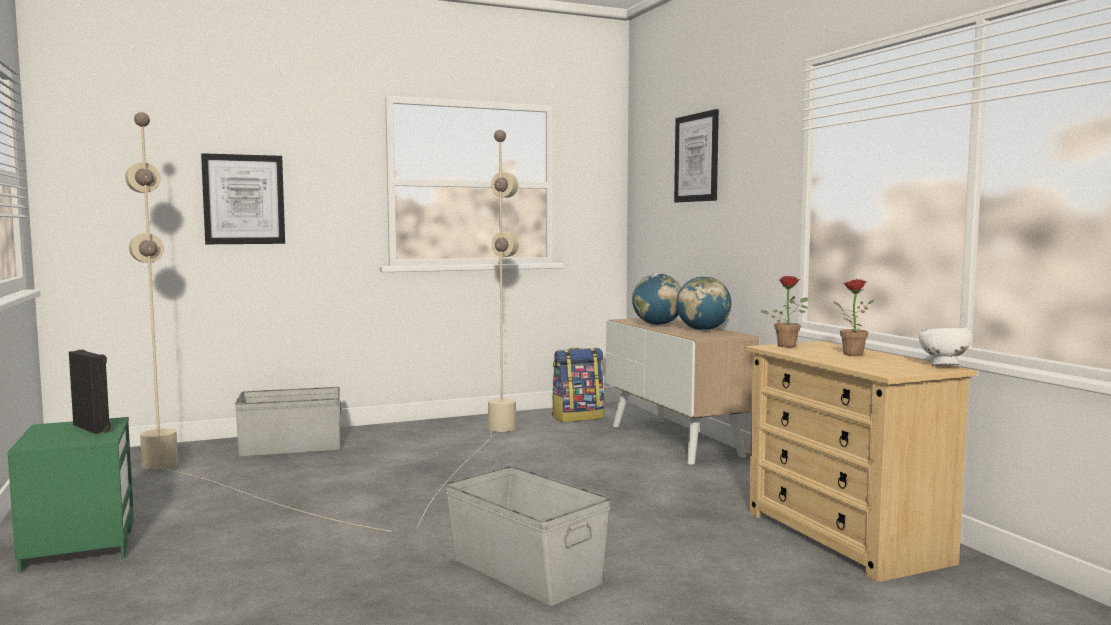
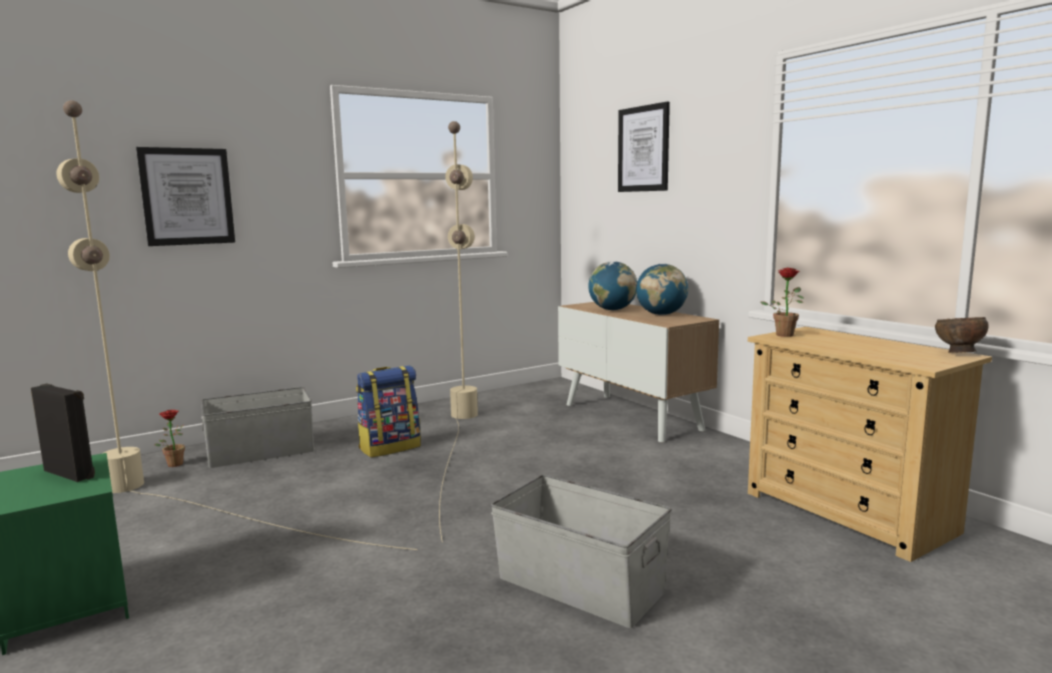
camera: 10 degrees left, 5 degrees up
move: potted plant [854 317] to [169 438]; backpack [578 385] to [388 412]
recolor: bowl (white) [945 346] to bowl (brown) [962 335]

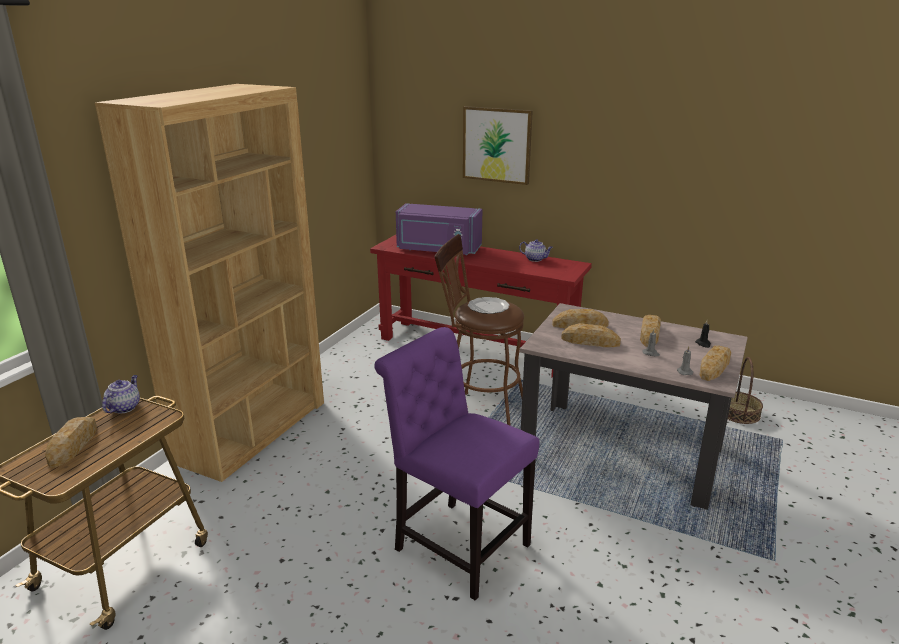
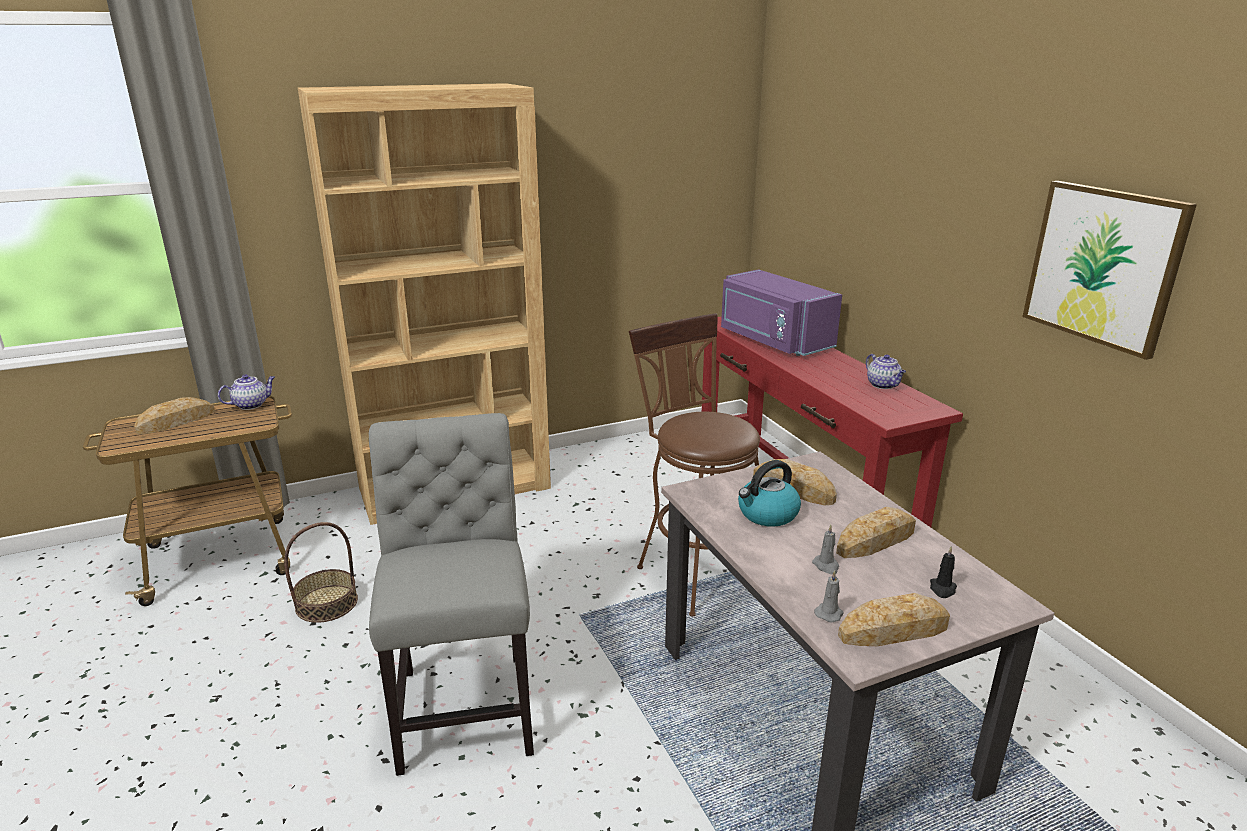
camera: 40 degrees right, 0 degrees up
delete: plate [488 305]
move: picture [498 145] to [1109 270]; basket [745 390] to [321 572]
replace: bread [591 335] to kettle [769 493]
recolor: chair (purple) [457 463] to chair (grey) [451 594]

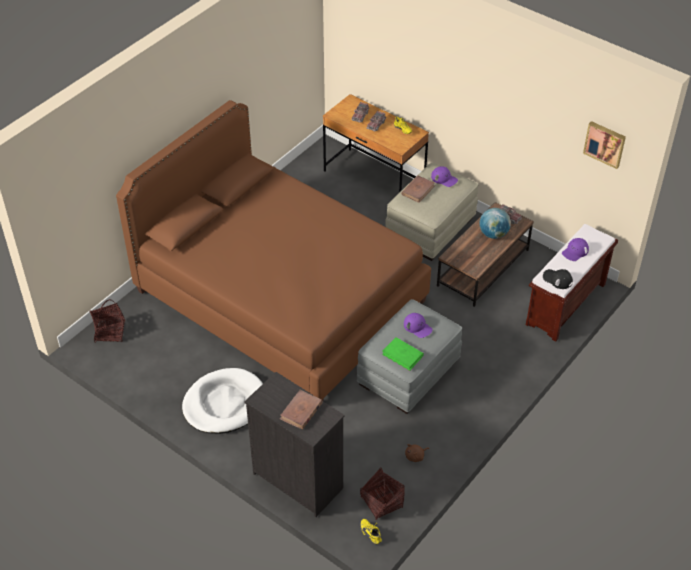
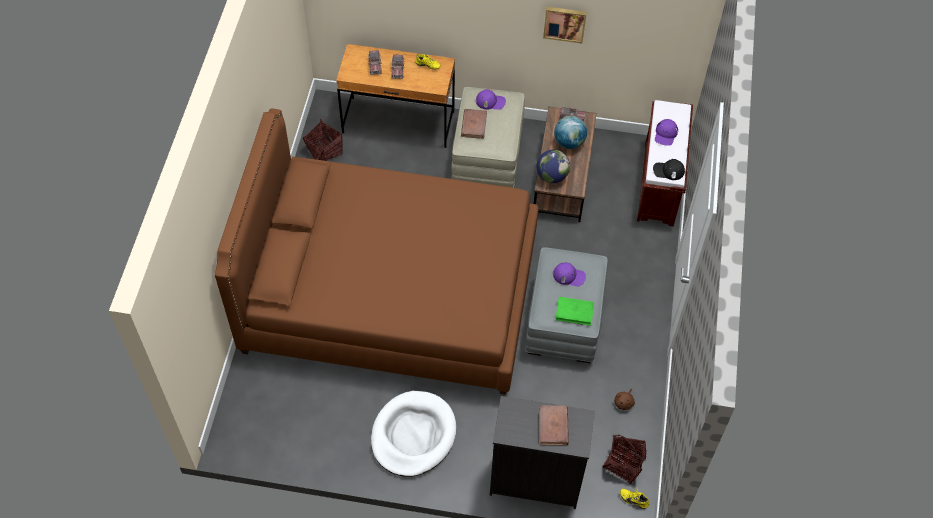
camera: 30 degrees left, 10 degrees up
insert: globe [553 166]
move: picture [604 145] to [565 25]; basket [108 320] to [323 139]

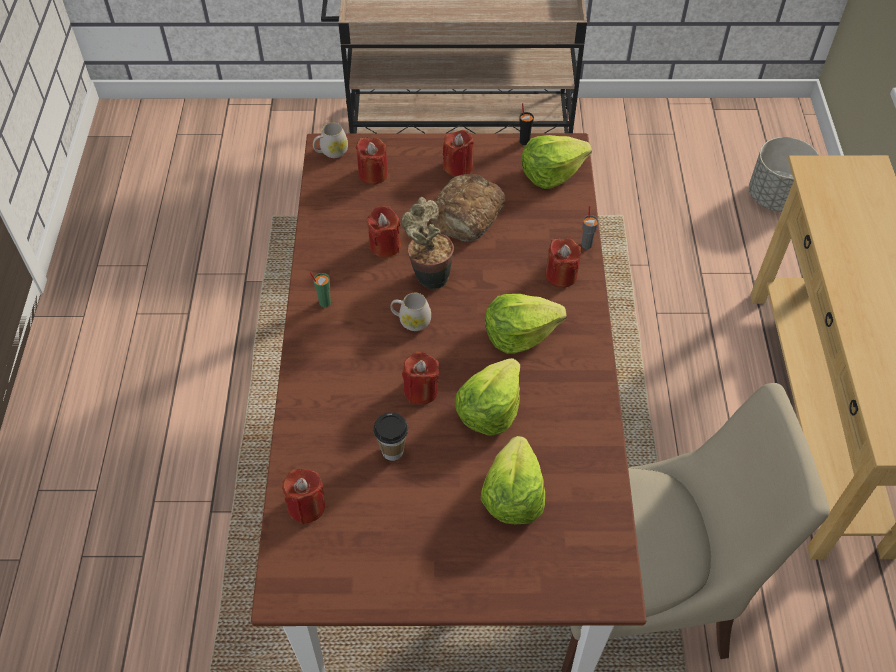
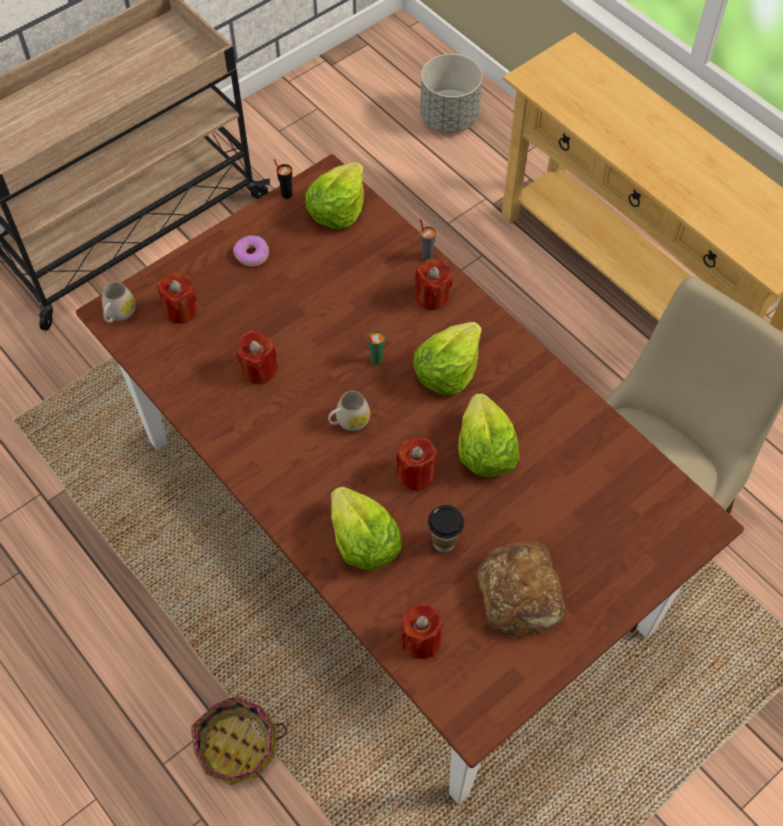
camera: 40 degrees left, 5 degrees up
delete: potted plant [427 243]
insert: basket [239 740]
move: bread [468 208] to [521 589]; cup (green) [320 289] to [376 347]; lettuce [513 480] to [366 528]
replace: candle (red) [458 153] to donut [251 250]

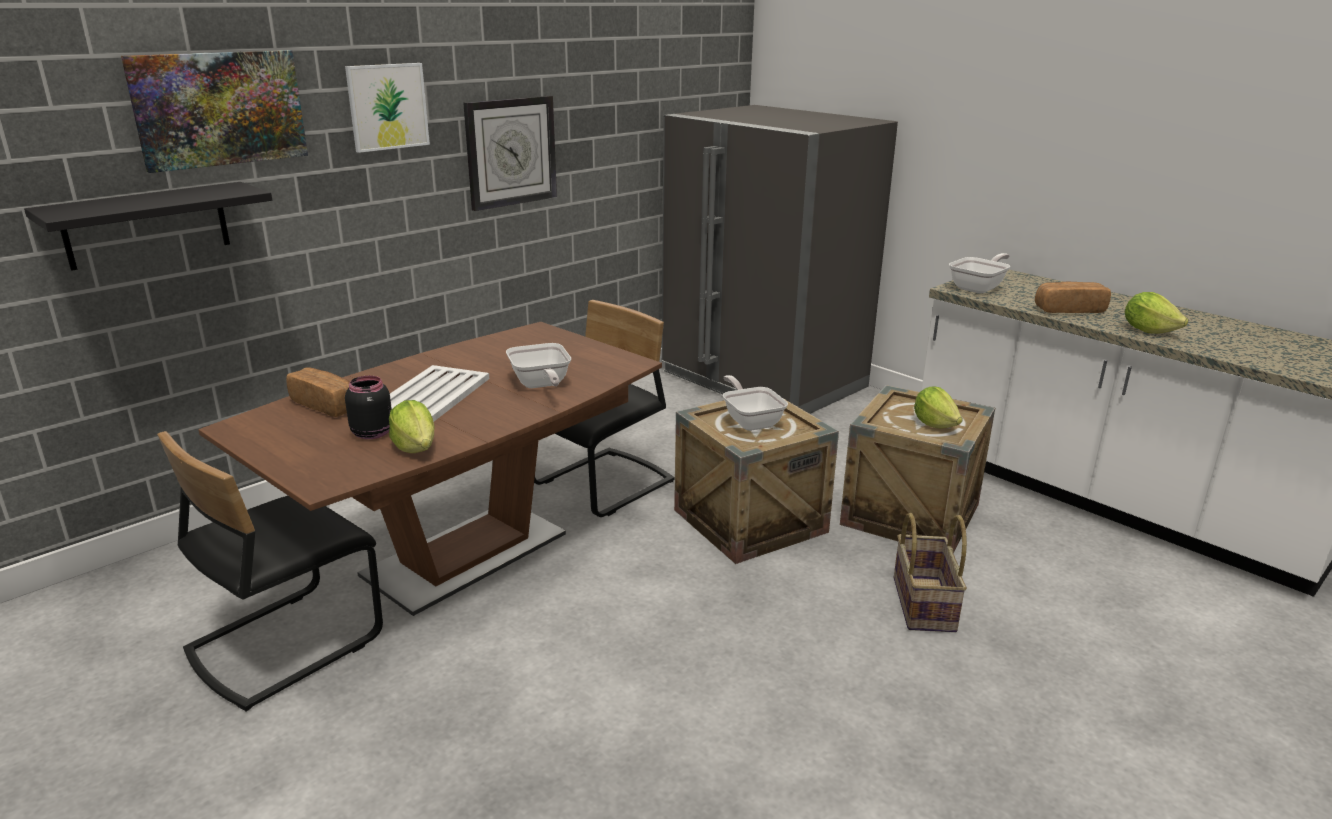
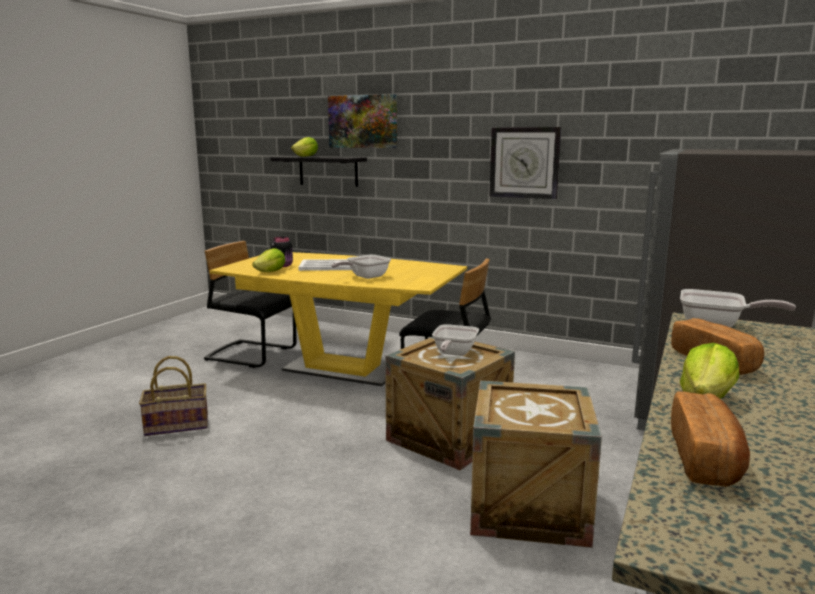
camera: 70 degrees right, 10 degrees down
delete: picture [387 108]
move: bread [318 392] to [710 439]; lettuce [938 407] to [304 147]; basket [930 572] to [173 396]
recolor: dining table (brown) [430 469] to dining table (yellow) [338 319]
rotate: frying pan [755 403] = [455 340] 150 degrees clockwise

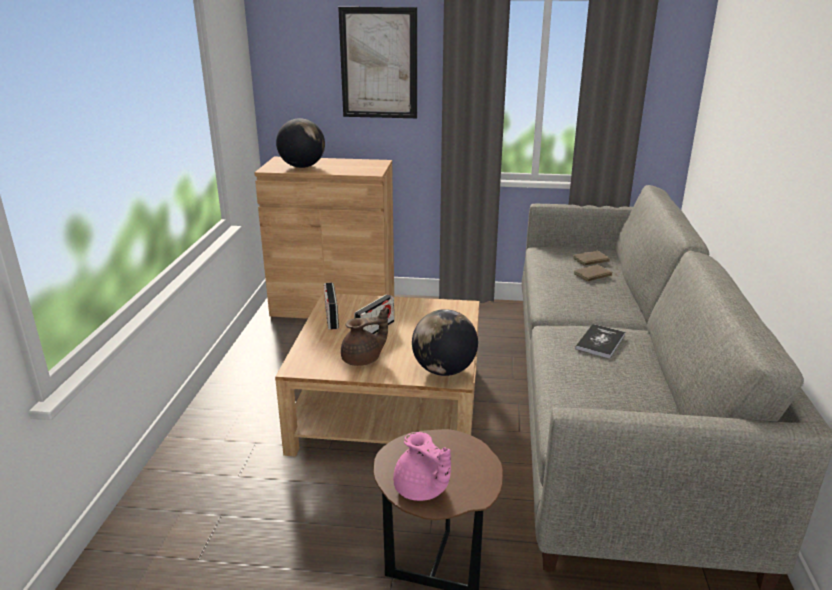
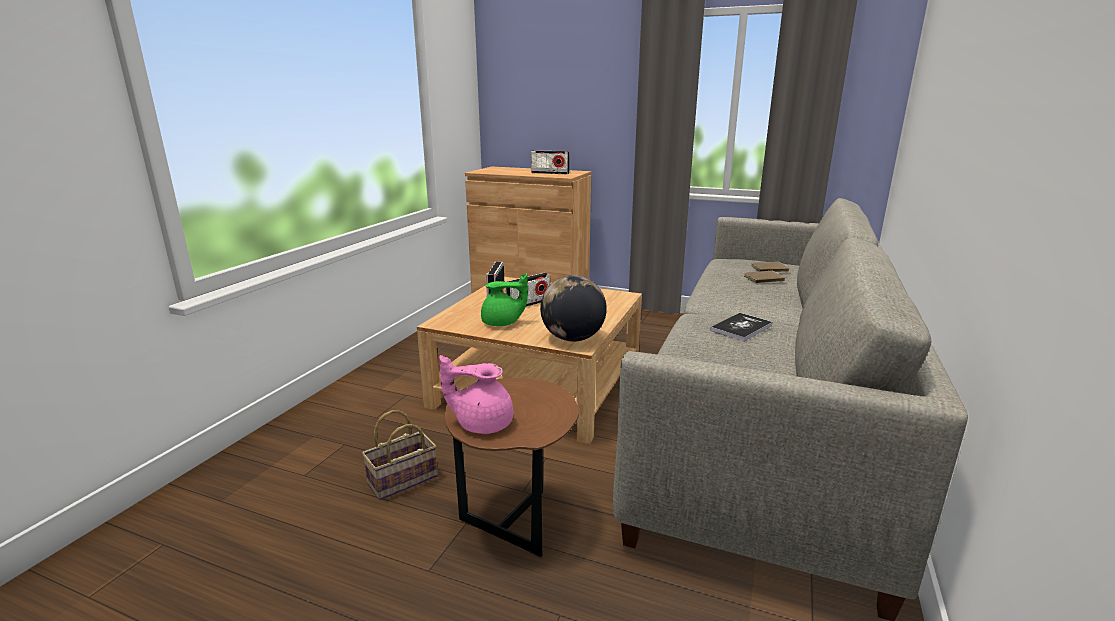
camera: 15 degrees right, 5 degrees down
delete: picture [377 62]; globe [300 143]
insert: radio [550 162]; basket [400 455]
recolor: teapot (brown) [364 337] to teapot (green) [504 299]
rotate: teapot (pink) [422 466] = [476 394] 120 degrees clockwise

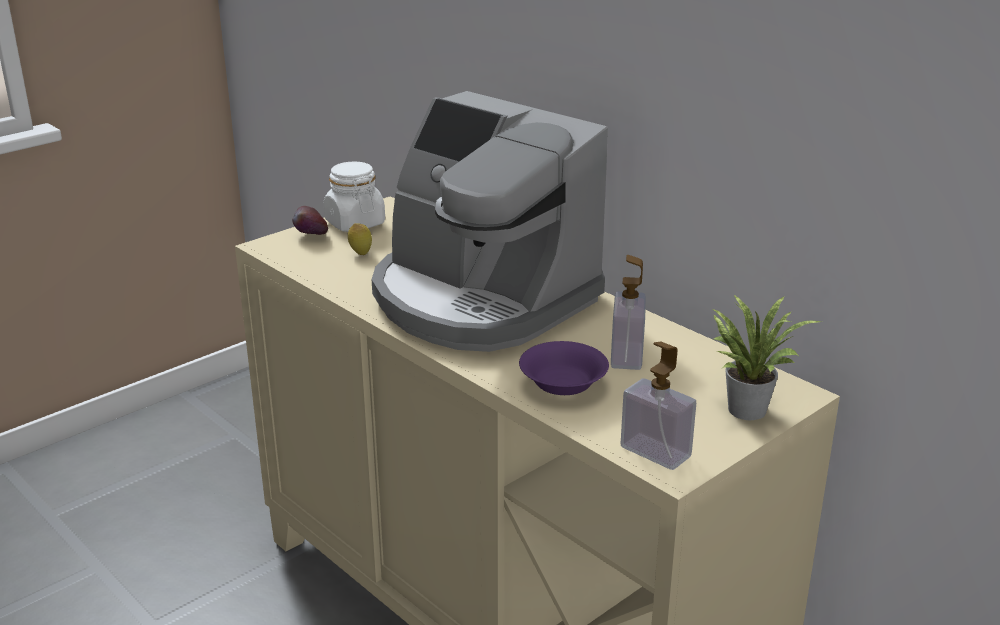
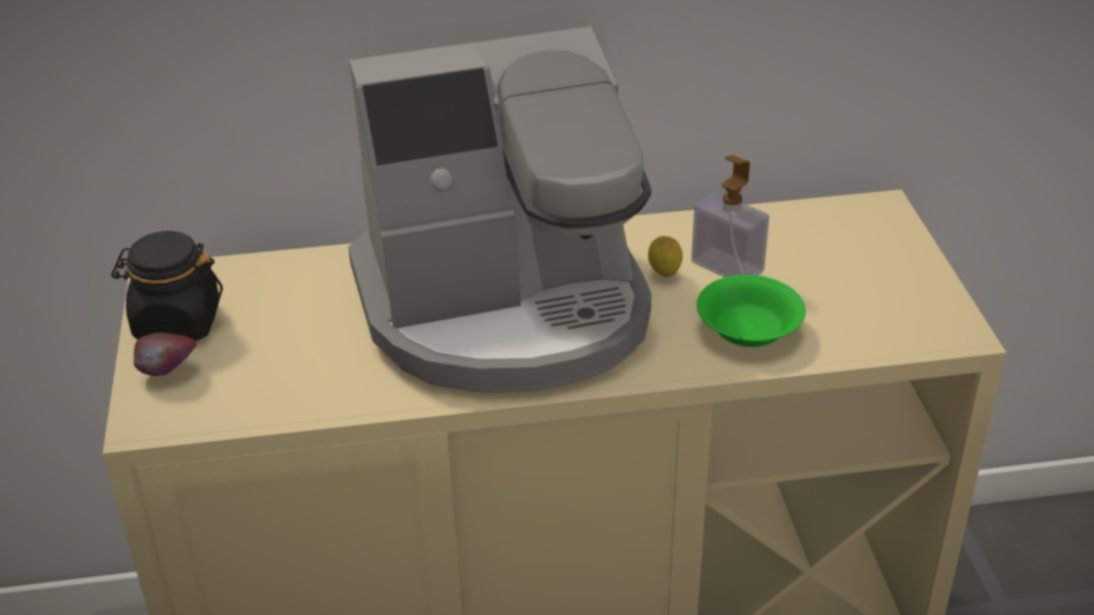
camera: 55 degrees left, 10 degrees up
delete: potted plant [767 357]; soap dispenser [658 405]
move: lemon [360 239] to [665 256]
recolor: jar (white) [354 196] to jar (black) [167 286]; bowl (purple) [564 368] to bowl (green) [751 311]

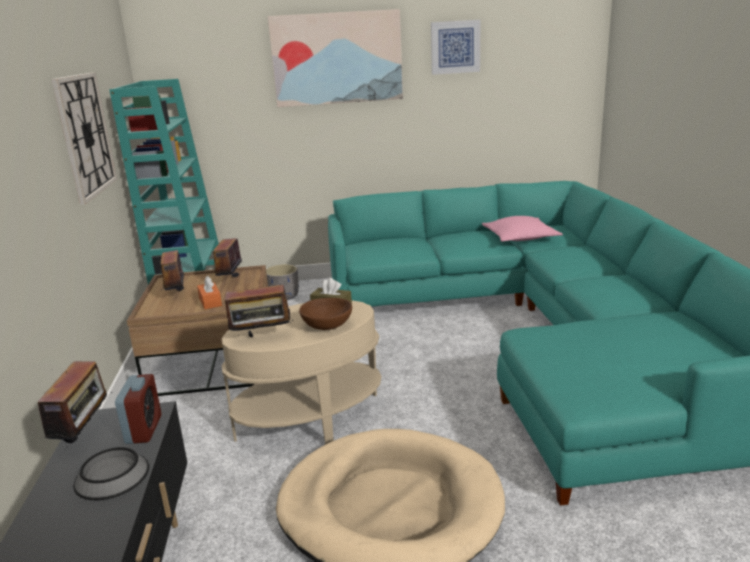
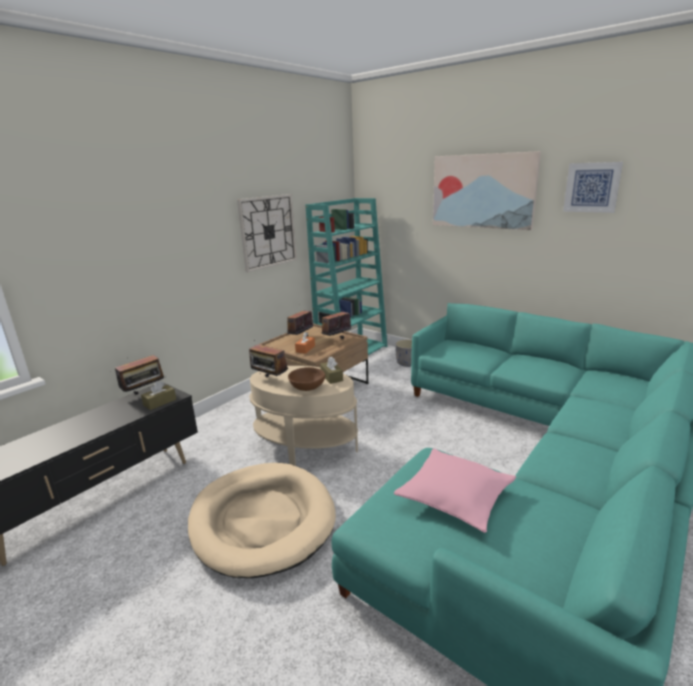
camera: 45 degrees right, 0 degrees up
delete: bowl [111 473]
move: pillow (pink) [522 229] to [455 490]
replace: alarm clock [138 409] to tissue box (brown) [158 395]

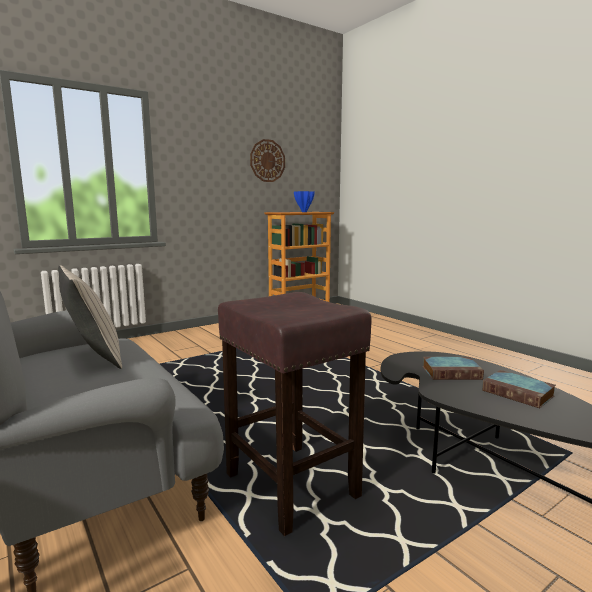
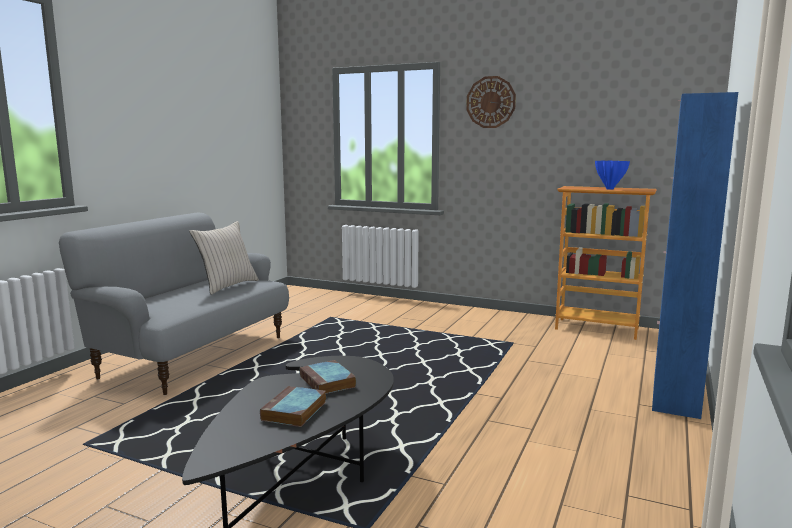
camera: 60 degrees right, 0 degrees up
delete: stool (brown) [295 414]
insert: cabinet (blue) [695 255]
move: wall clock [267 160] to [491 102]

